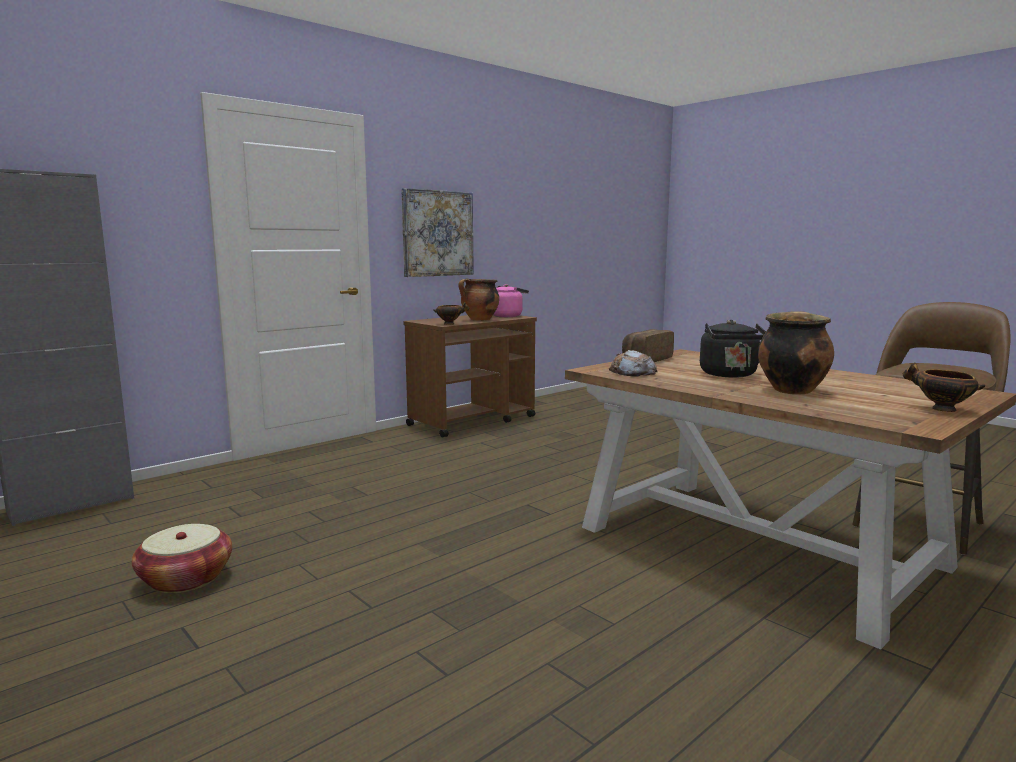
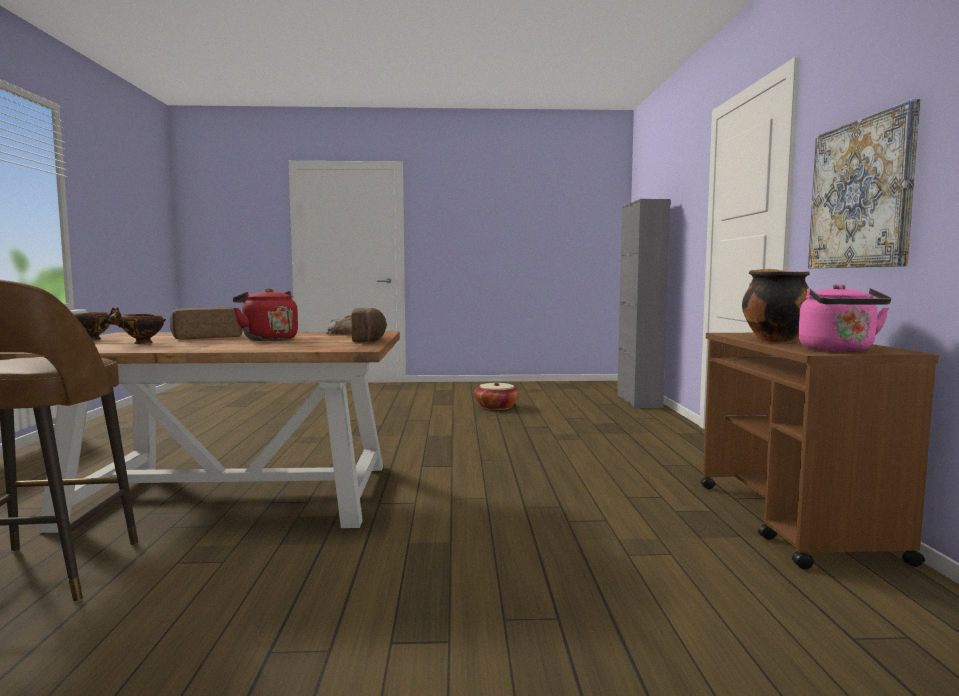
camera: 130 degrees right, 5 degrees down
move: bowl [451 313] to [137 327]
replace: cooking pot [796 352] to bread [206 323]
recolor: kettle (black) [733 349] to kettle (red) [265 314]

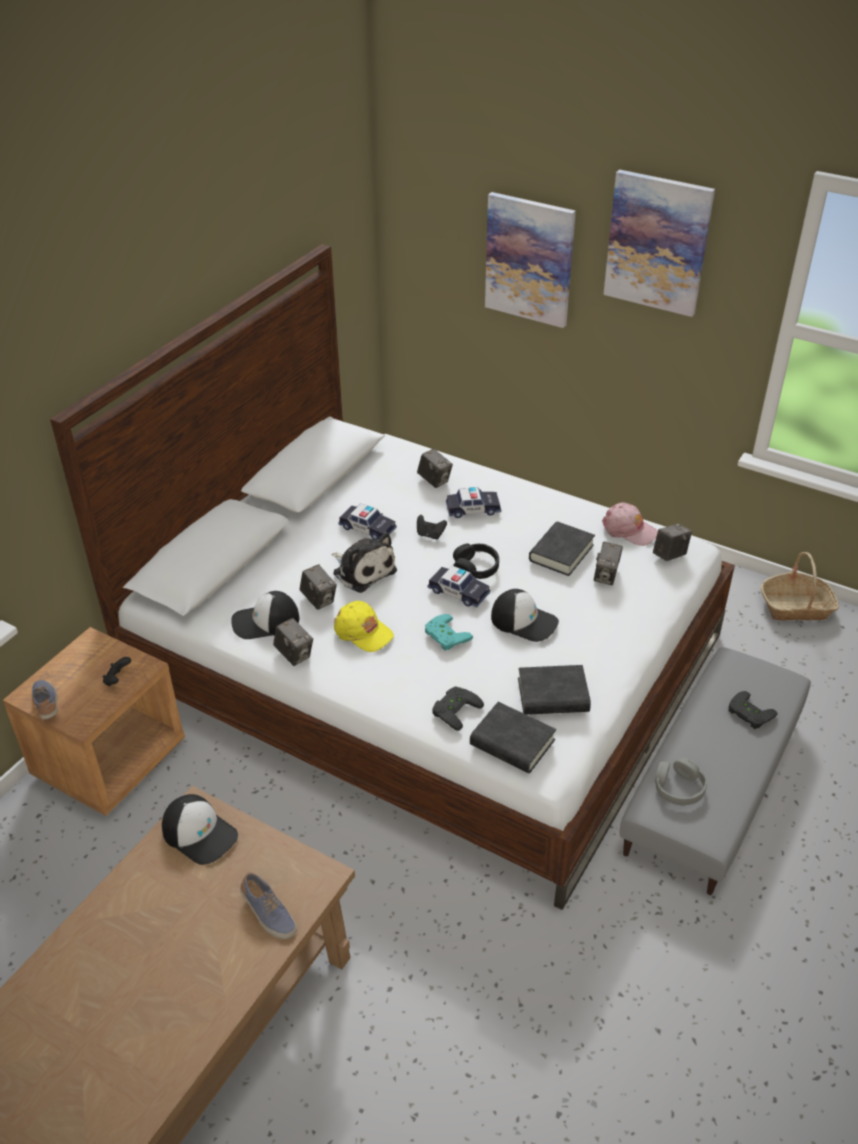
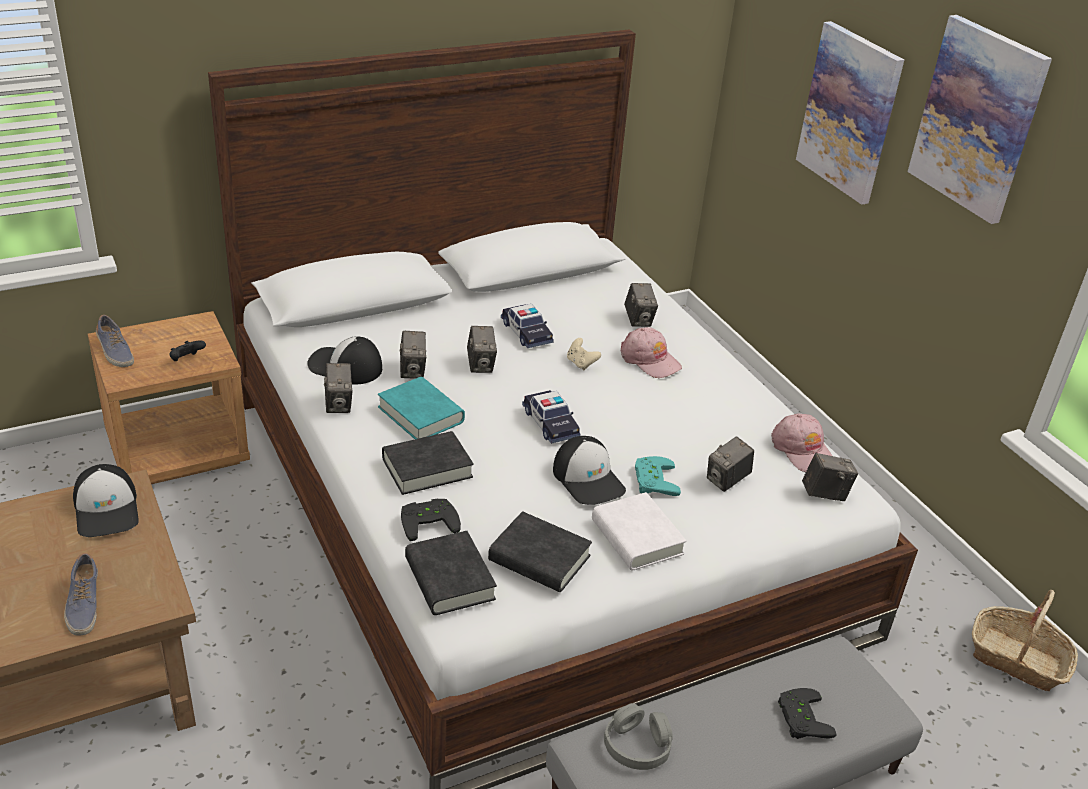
camera: 30 degrees right, 5 degrees down
delete: headphones (black) [476 561]
insert: book (white) [639 531]
move: book (black) [562 549] to [428 463]; game controller (turquoise) [449 632] to [658 476]
replace: toy car [473 502] to cap (pink) [651 352]; plush toy [364 562] to photo camera [482 349]; cap (yellow) [364 626] to book (turquoise) [421 408]
recolor: game controller (black) [432 527] to game controller (beige) [584 354]
rotate: shoe [45 699] = [115 341] 135 degrees clockwise

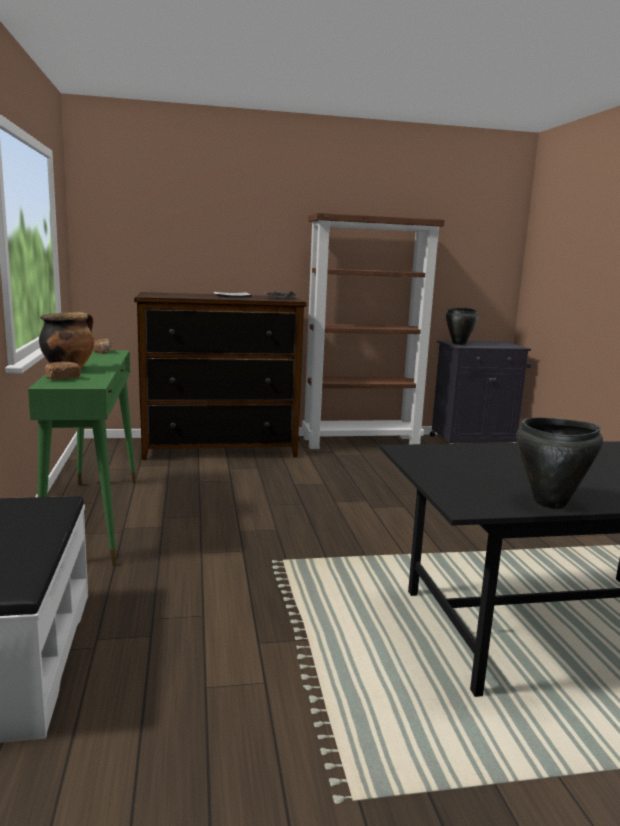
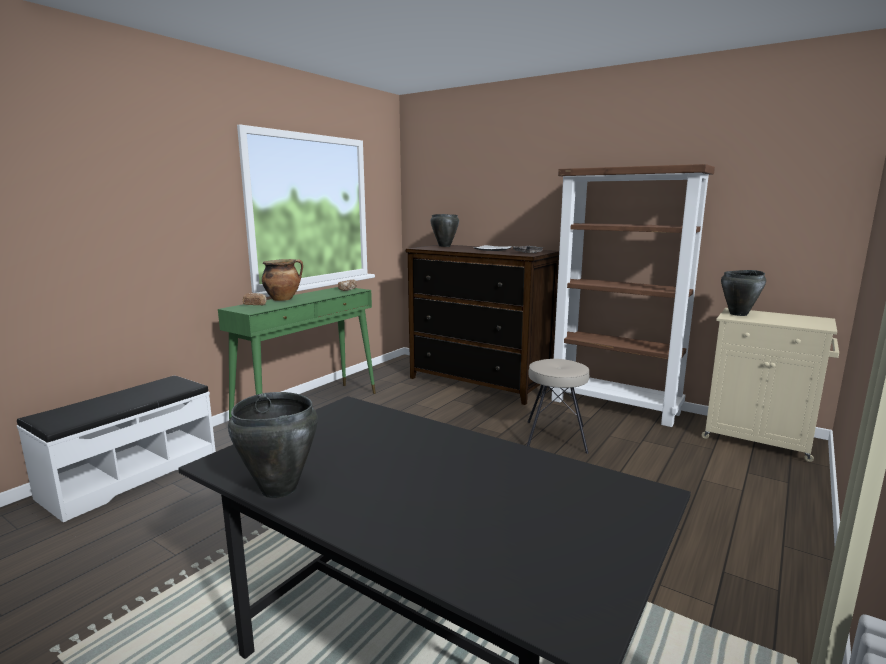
camera: 45 degrees right, 0 degrees up
insert: cooking pot (black) [444 230]; stool (beige) [558 406]
recolor: cabinet (black) [480 392] to cabinet (beige) [770 385]

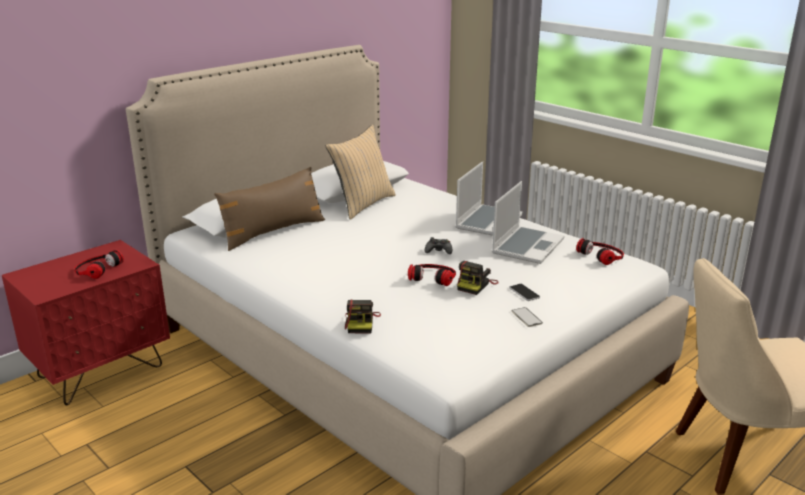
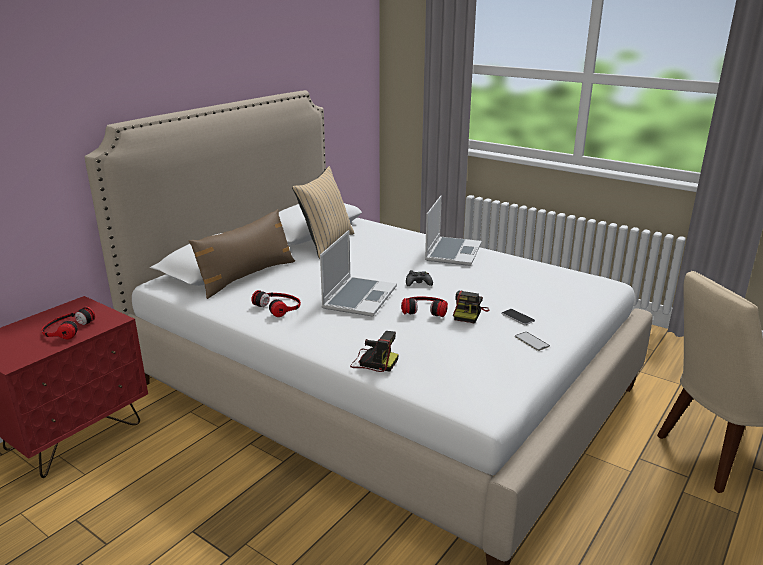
camera: 10 degrees left, 0 degrees up
move: laptop [528 222] to [358 273]; headphones [600 251] to [276 303]
rotate: photo camera [363 316] = [374 351] 60 degrees counterclockwise

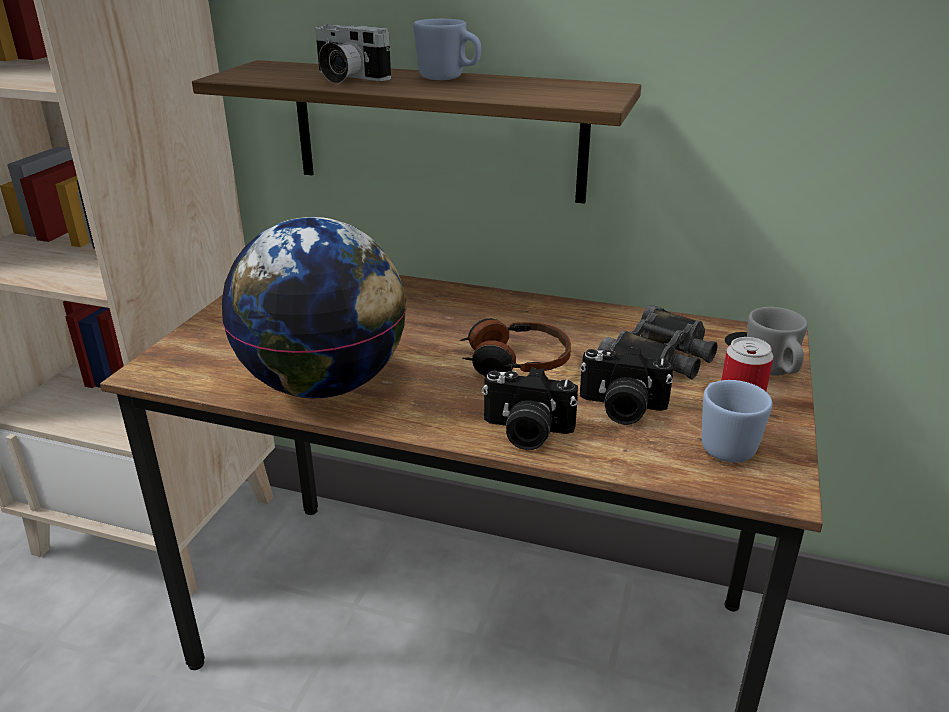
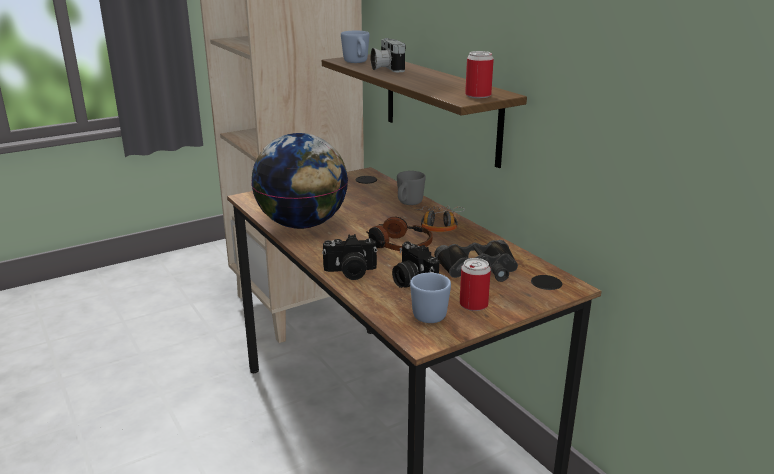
camera: 40 degrees right, 5 degrees down
insert: can [479 75]; headphones [439 219]
move: mug (blue) [447 49] to [355 47]; mug (grey) [777 341] to [411 188]
rotate: photo camera [530 408] = [349 257] 60 degrees counterclockwise

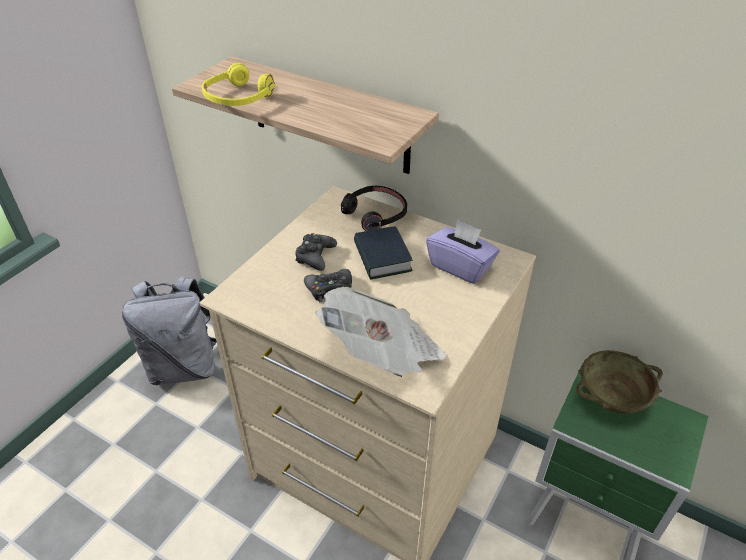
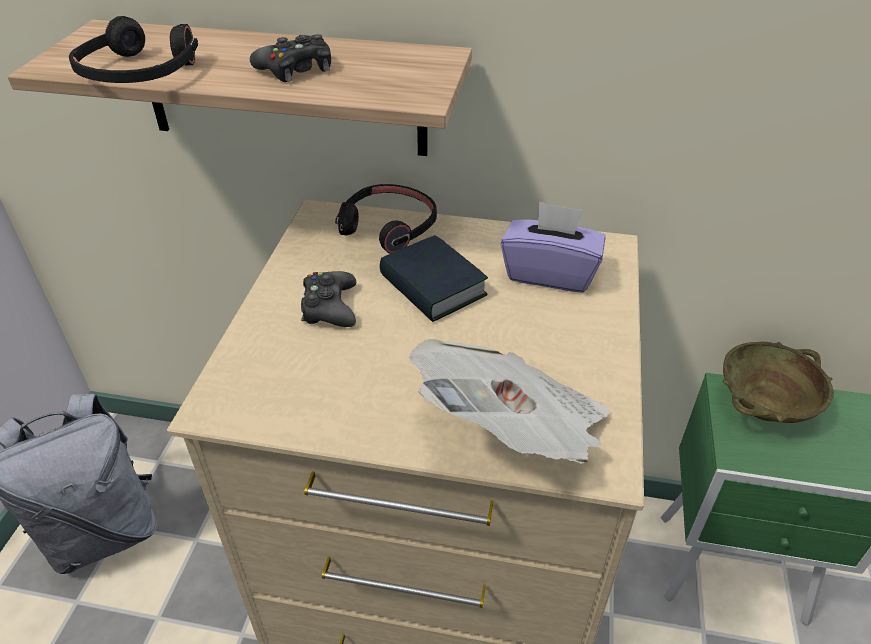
camera: 20 degrees left, 0 degrees up
move: game controller (black) [328 285] to [290 58]
recolor: headphones (yellow) [238 84] to headphones (black) [133 49]

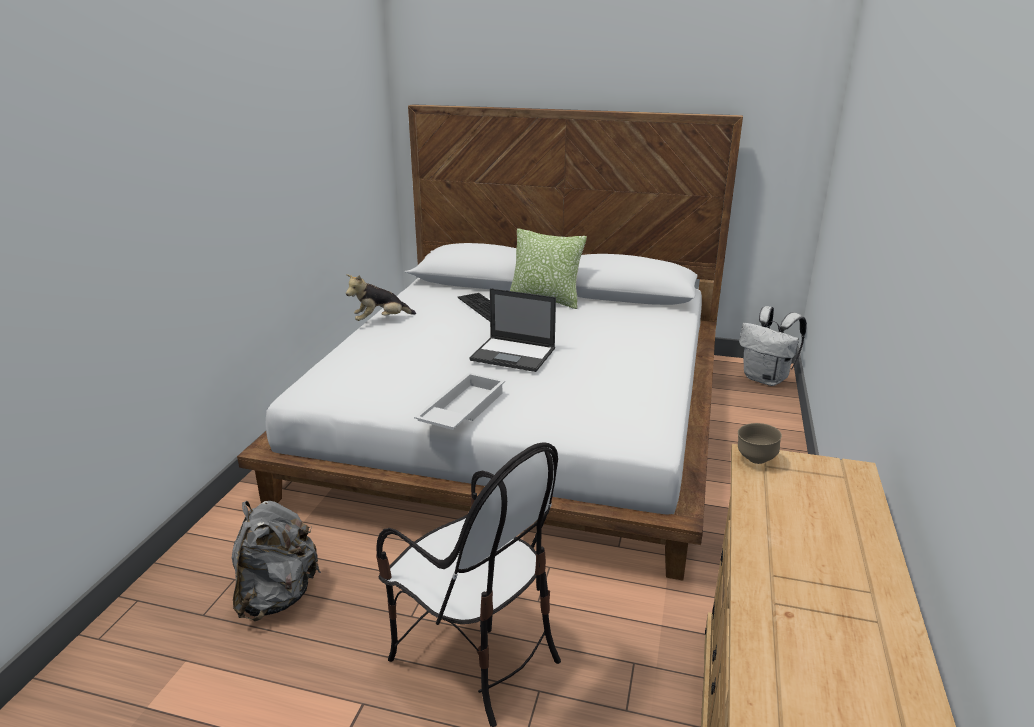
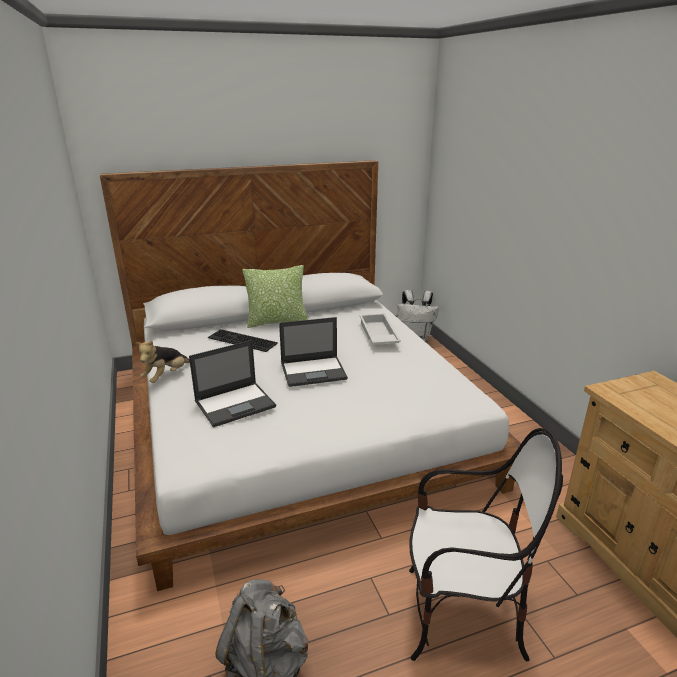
camera: 35 degrees left, 0 degrees up
delete: bowl (brown) [760 443]
insert: laptop [232 383]
move: tray (white) [459 401] to [380 329]

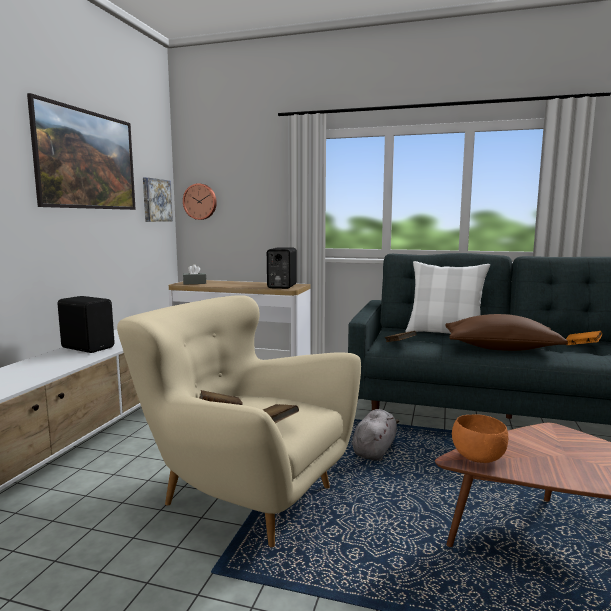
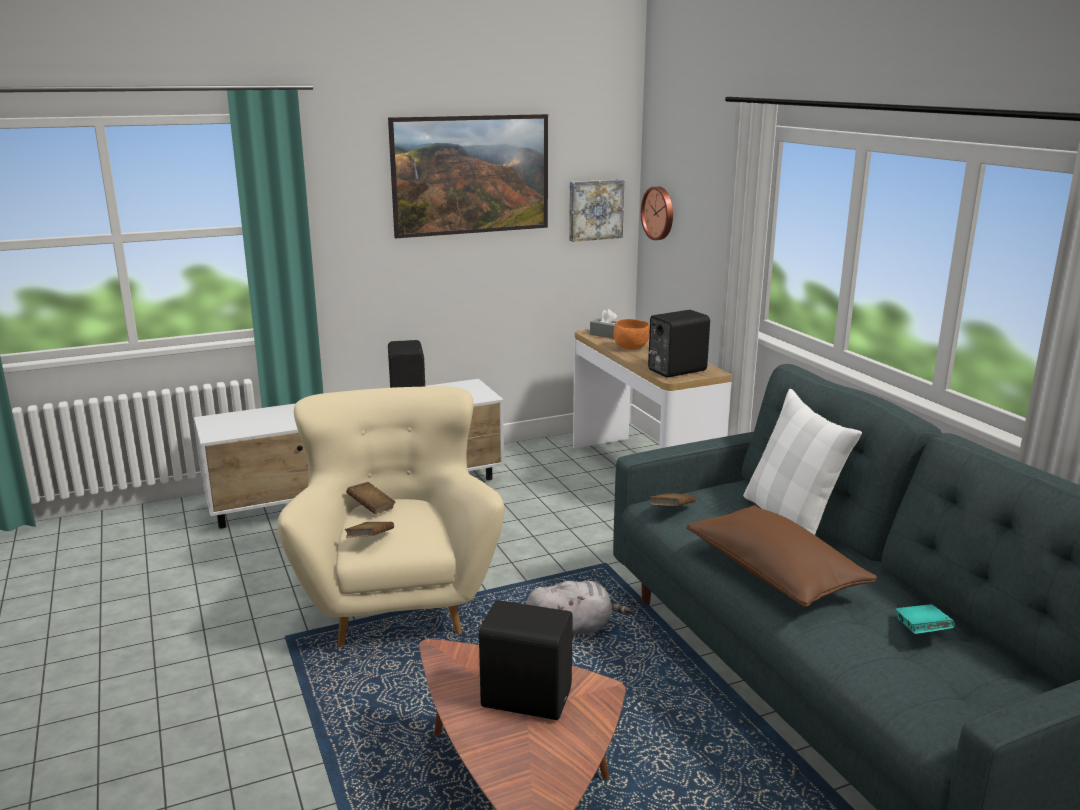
camera: 50 degrees right, 10 degrees up
insert: speaker (black) [526 660]
move: bowl (orange) [480 438] to [631 334]
recolor: book (orange) [584 338] to book (turquoise) [925 619]

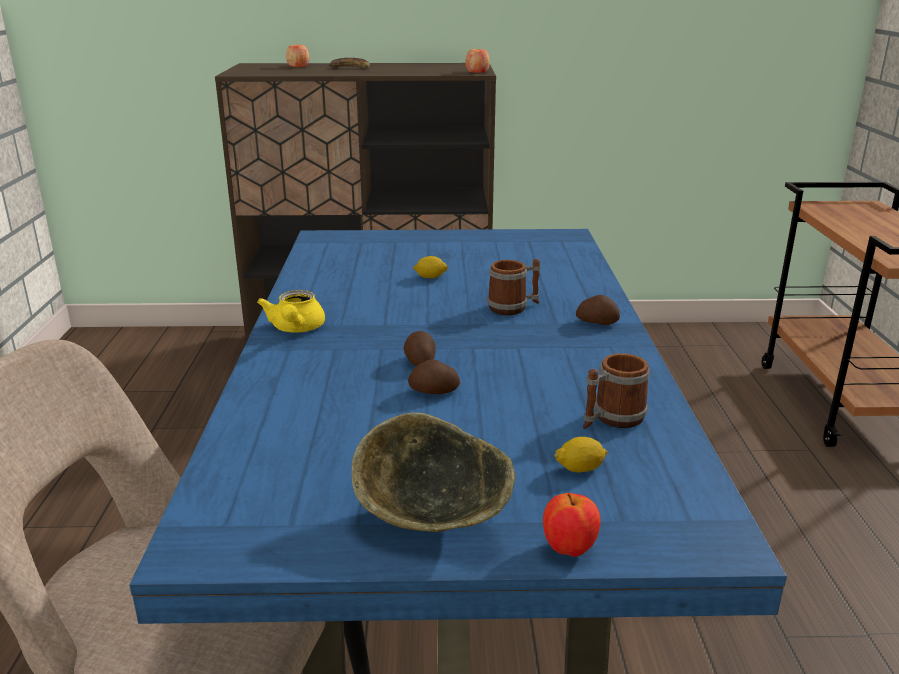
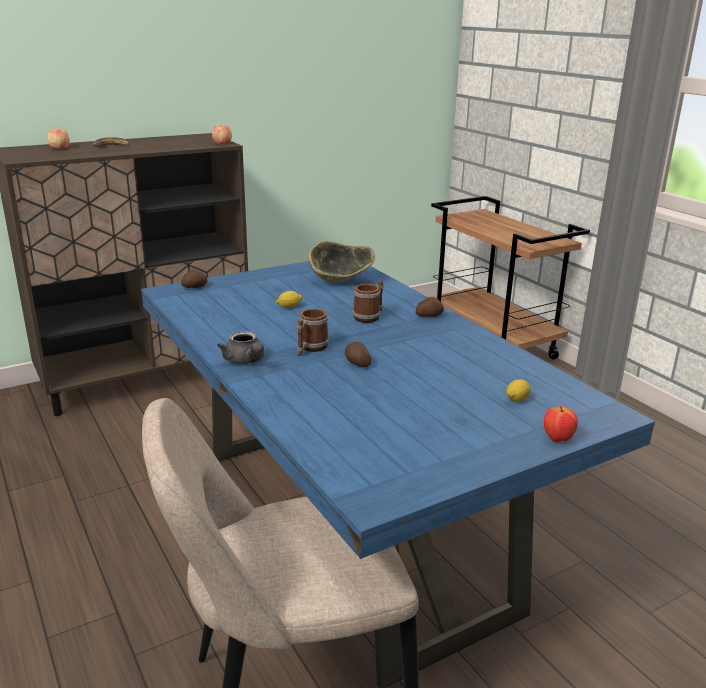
camera: 30 degrees left, 0 degrees up
move: mug [616 391] to [313 332]; potato [434 376] to [194 279]; bowl [433 472] to [341 261]
recolor: teapot (yellow) [291 311] to teapot (grey) [240 347]

